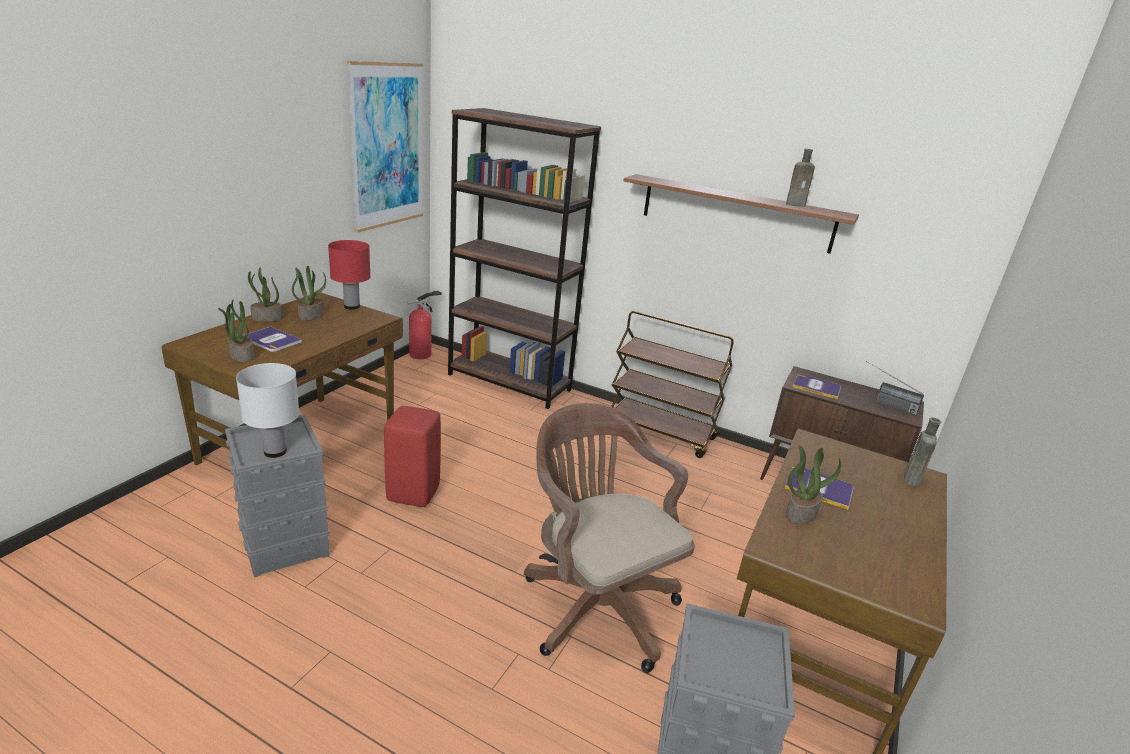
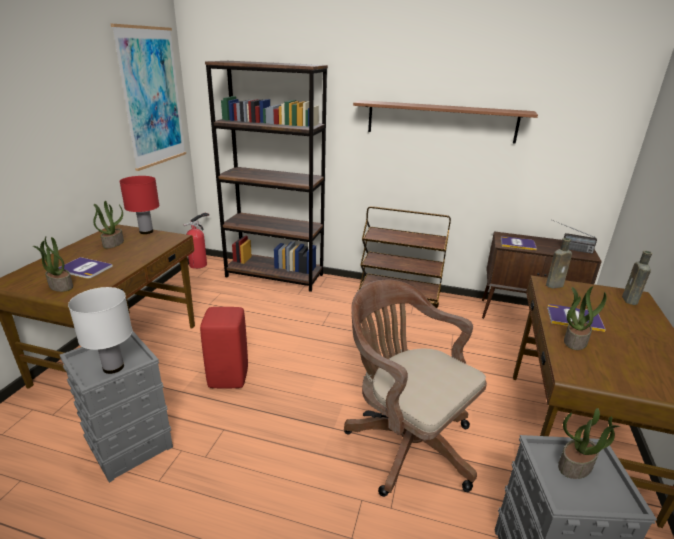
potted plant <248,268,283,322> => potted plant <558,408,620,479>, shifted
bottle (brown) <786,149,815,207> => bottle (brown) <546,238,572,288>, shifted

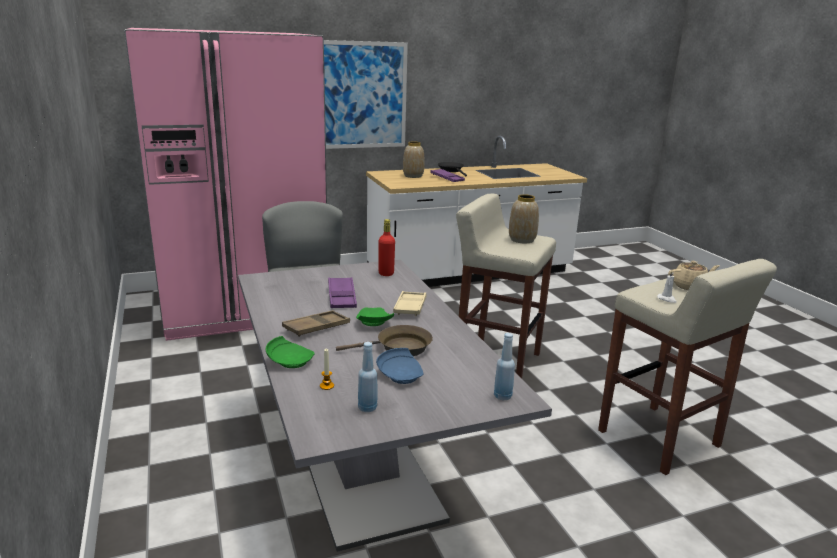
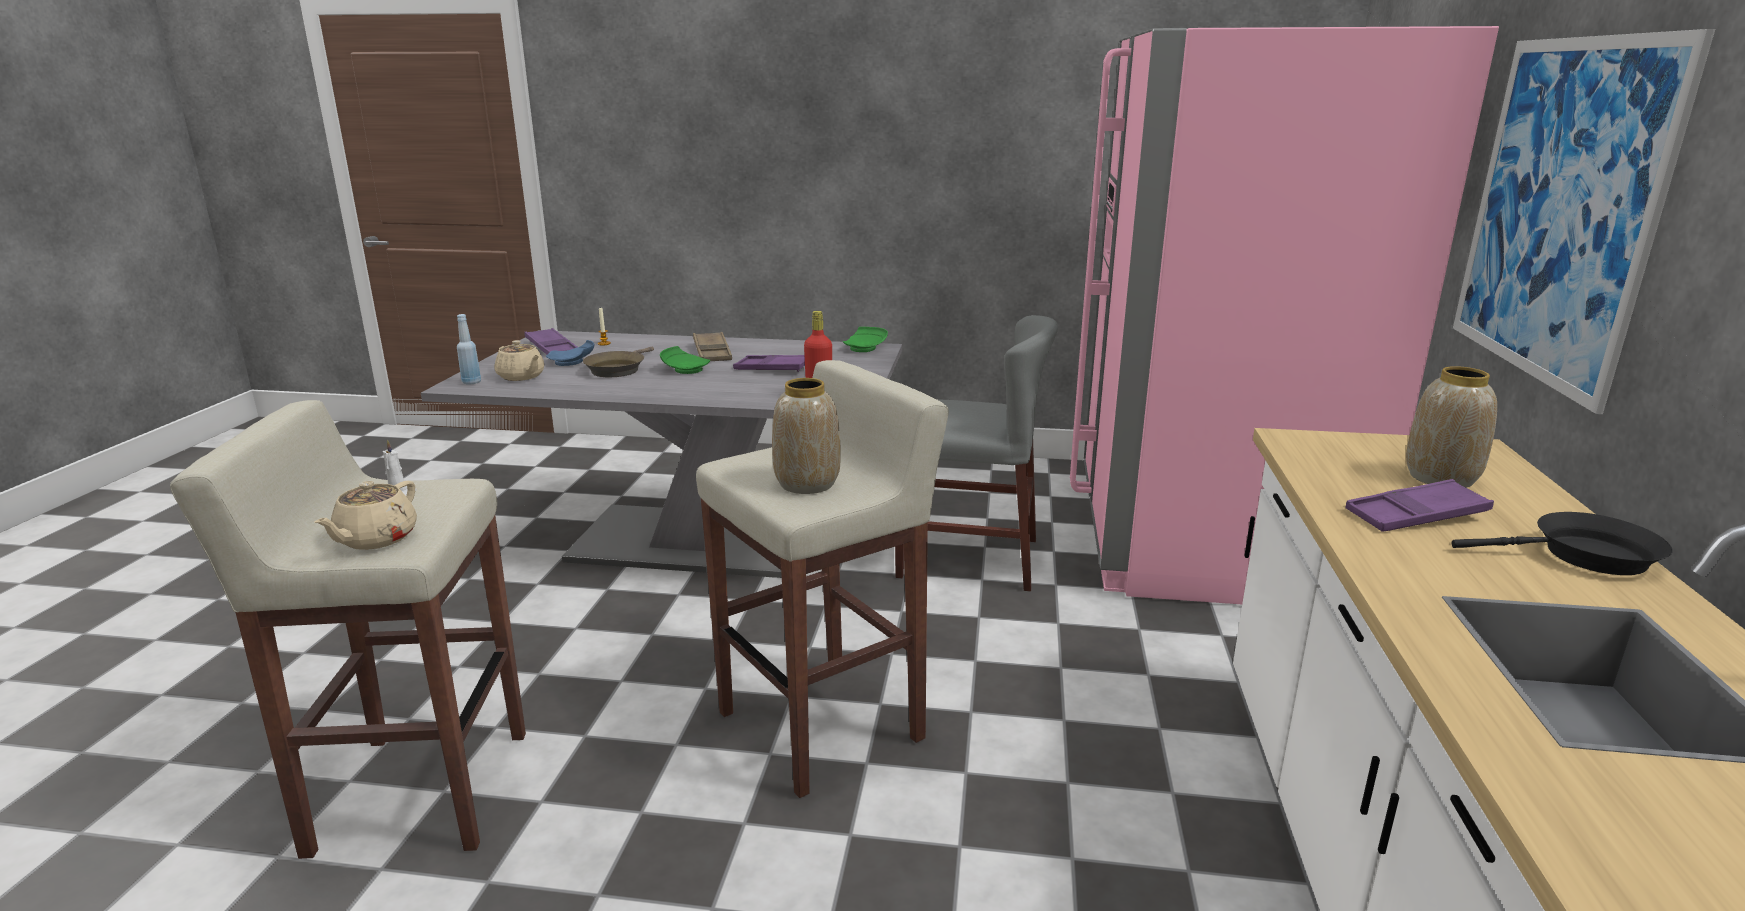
plate (green) <266,336,315,368> => plate (green) <843,327,888,352>, shifted
bottle (blue) <358,342,378,412> => tray (purple) <524,328,578,355>
tray (beige) <393,291,427,316> => nothing
nothing => teapot (beige) <495,340,544,381>

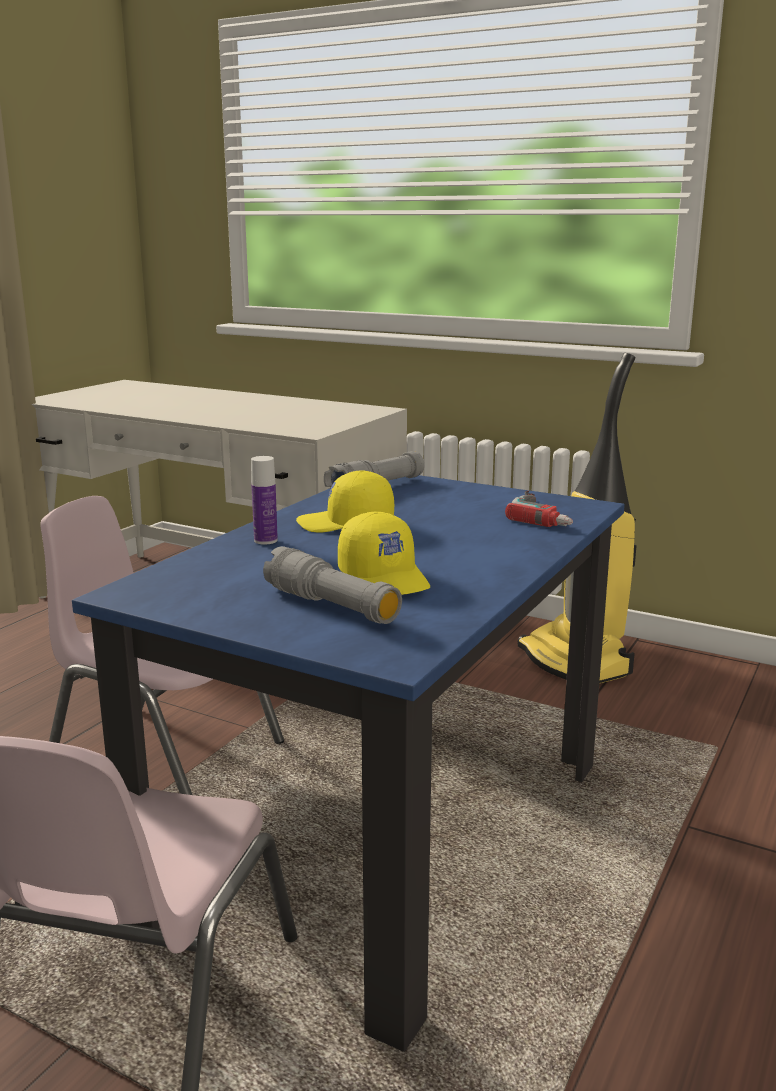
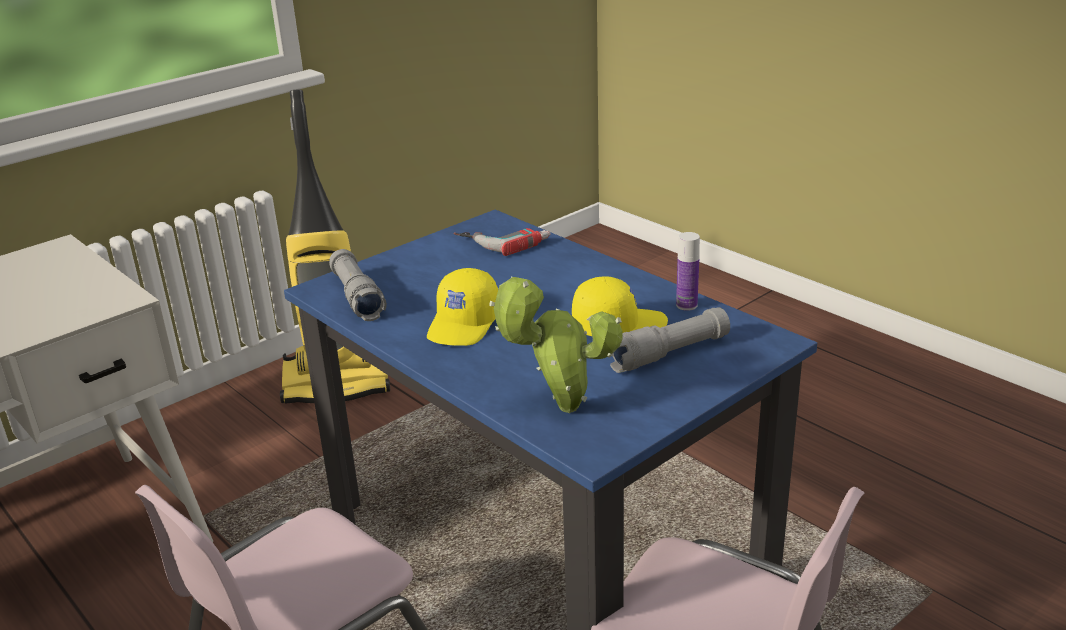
bottle <251,456,278,544> => bottle <676,232,700,311>, shifted
nothing => potted plant <489,277,622,413>

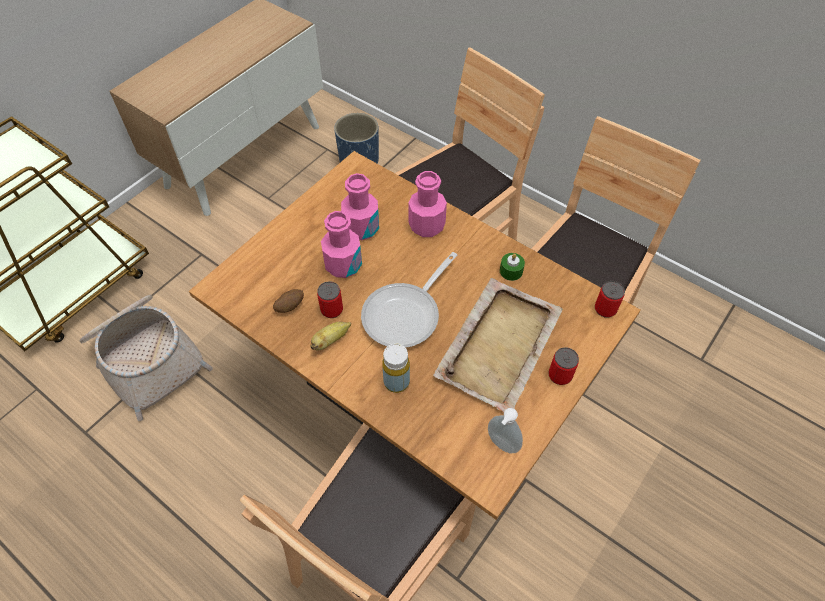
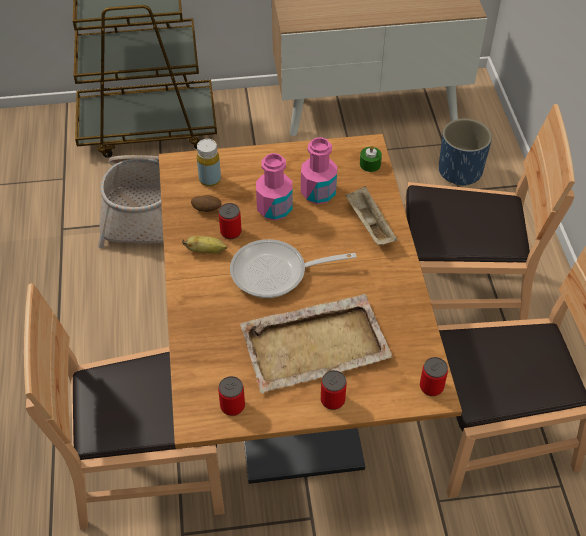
bottle (yellow) <382,343,410,393> => bottle (yellow) <197,139,221,187>, shifted
bottle (pink) <408,171,447,237> => tray (beige) <345,186,397,245>
soap dispenser <488,408,523,453> => can <218,376,245,416>
candle (green) <500,253,525,281> => candle (green) <360,145,382,172>, shifted

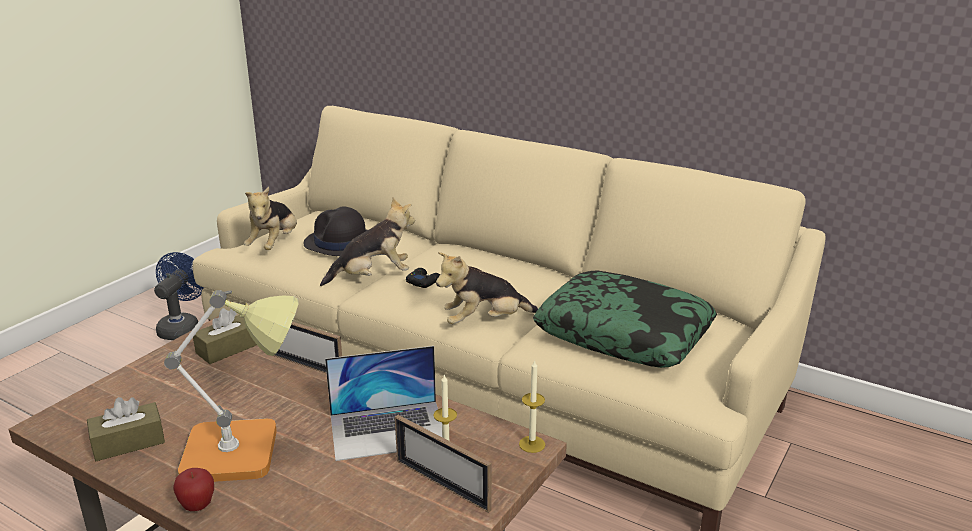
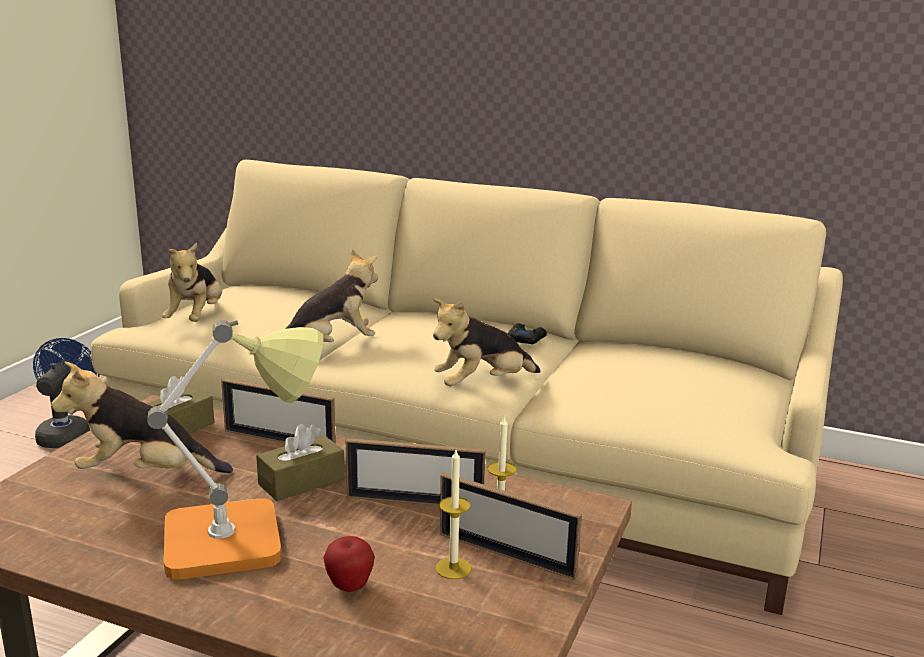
tissue box (brown) <87,397,165,461> => tissue box (brown) <256,424,345,501>, shifted
apple <173,468,214,511> => apple <323,536,375,592>, shifted
hat (black) <304,206,367,256> => nothing
laptop <325,346,442,461> => picture frame <346,438,486,506>
game controller (black) <406,268,440,288> => game controller (black) <508,324,547,344>, shifted
candle <519,360,545,453> => candle <436,450,471,579>, shifted
pillow <533,271,717,368> => nothing
nothing => plush toy <51,361,233,473>

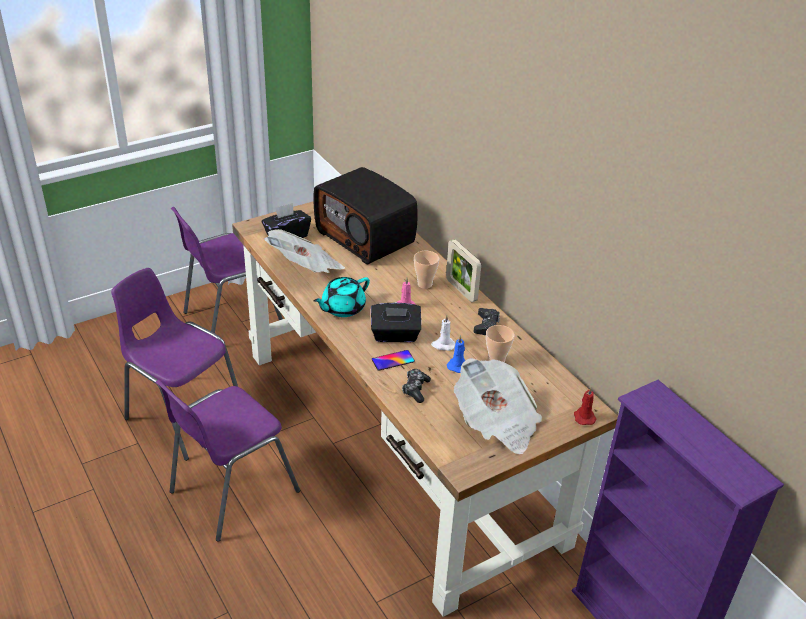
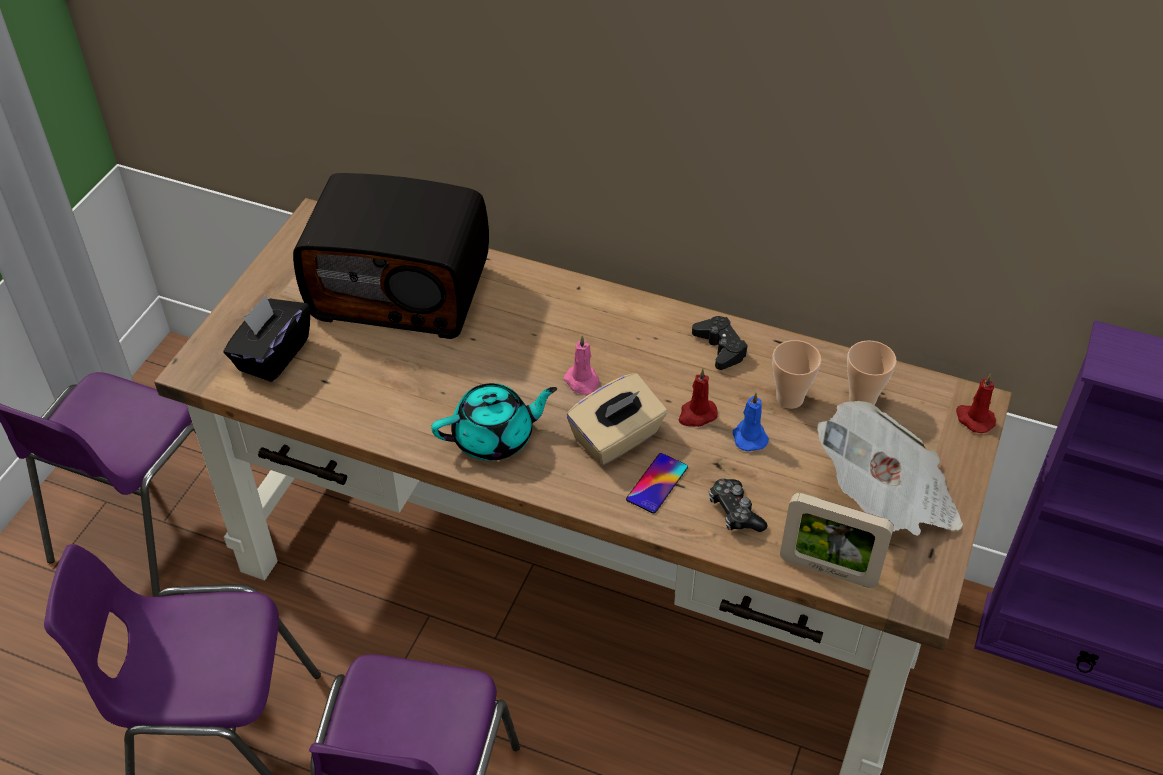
newspaper <264,229,345,273> => nothing
teapot (turquoise) <314,277,370,317> => teapot (turquoise) <431,383,557,461>, 120 degrees counterclockwise
tissue box (black) <371,303,421,342> => tissue box (beige) <566,373,667,465>
cup <414,251,439,289> => cup <847,340,896,405>, shifted
candle (white) <431,315,455,351> => candle (red) <678,368,718,427>
picture frame <446,239,481,302> => picture frame <780,493,894,588>, shifted

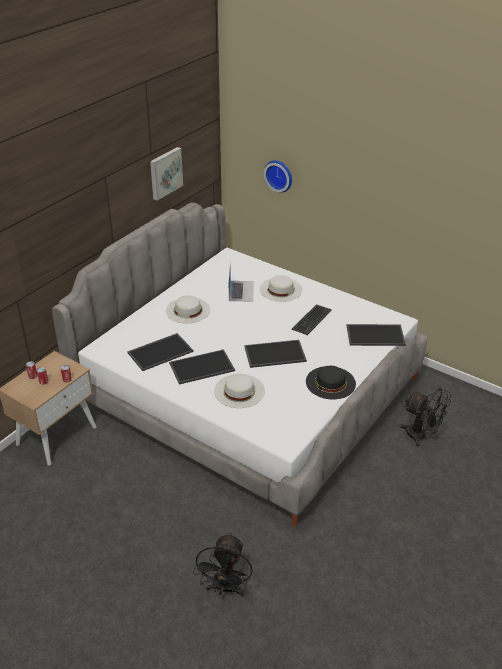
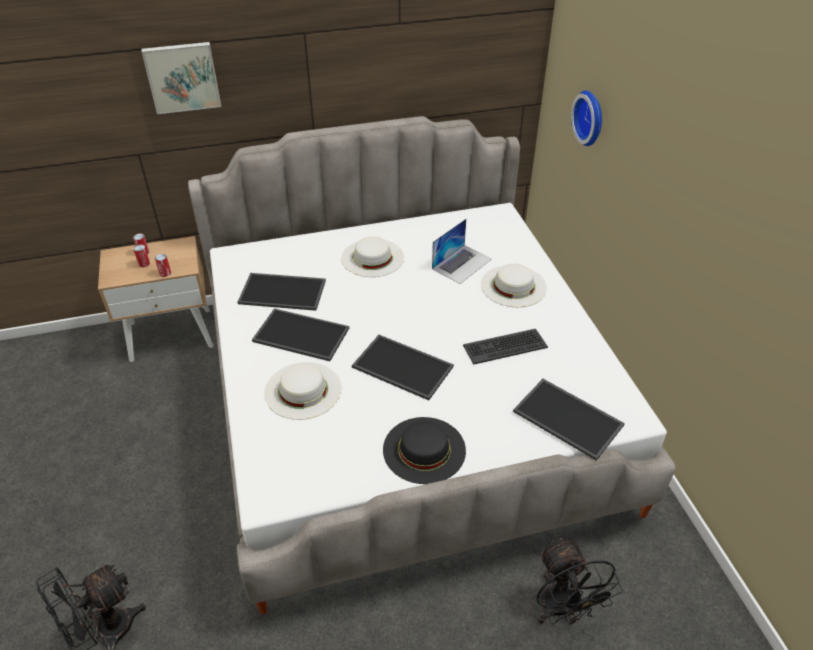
picture <150,147,183,201> => picture <142,42,221,114>, shifted

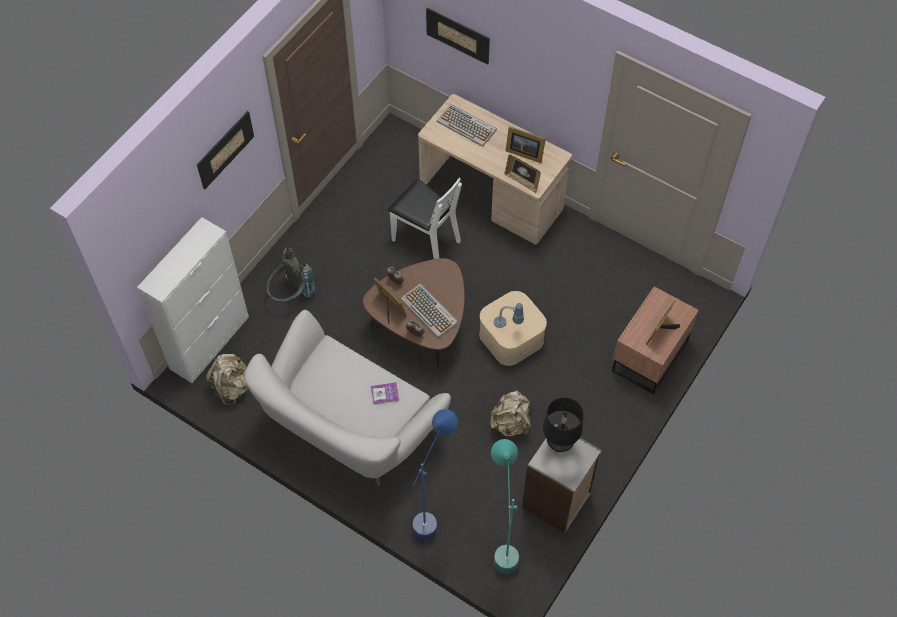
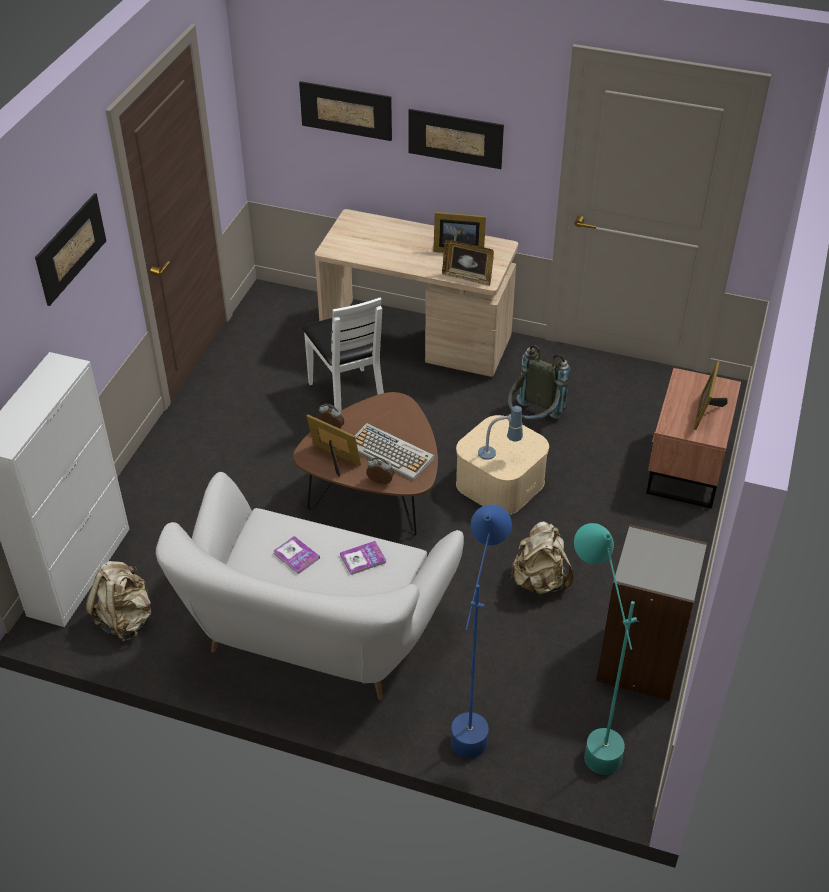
backpack (grey) <267,247,315,302> => backpack (grey) <508,345,570,420>, shifted
chair (white) <388,177,462,259> => chair (white) <302,297,384,411>, 45 degrees clockwise
keyboard <437,104,497,147> => nothing
table lamp (black) <543,397,583,452> => nothing
nothing => book <273,536,320,574>
nothing => picture <408,109,504,169>

